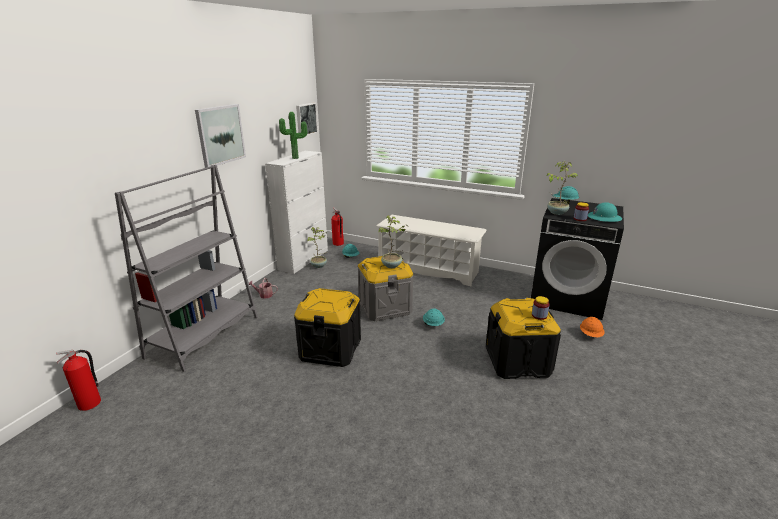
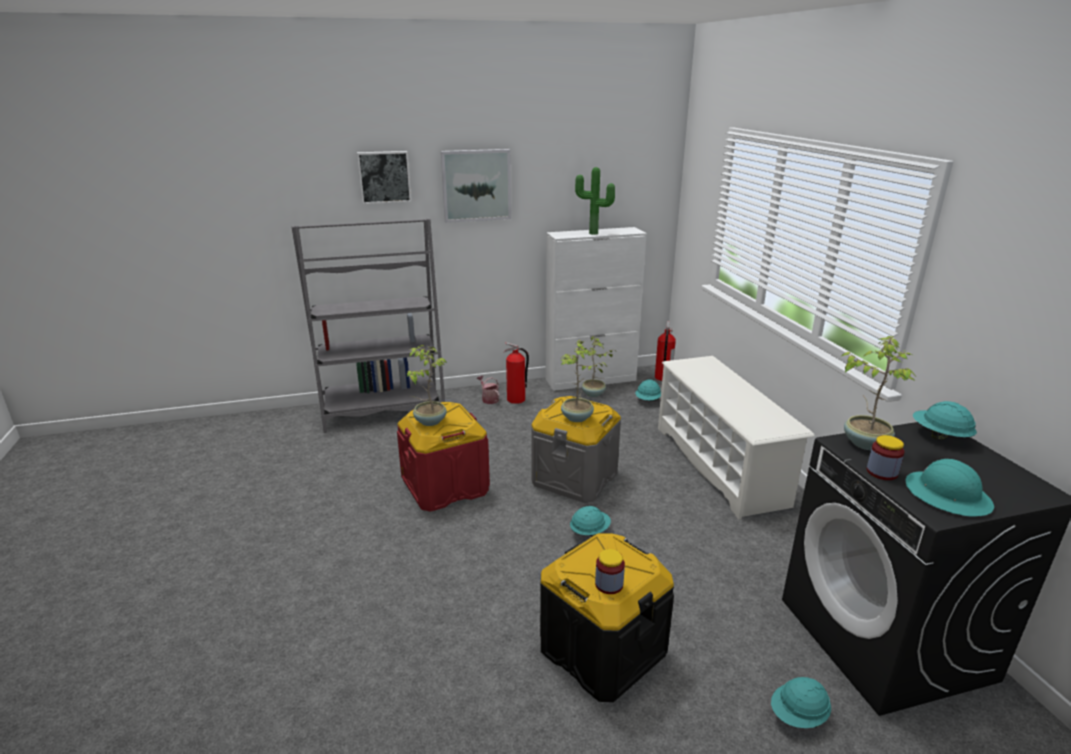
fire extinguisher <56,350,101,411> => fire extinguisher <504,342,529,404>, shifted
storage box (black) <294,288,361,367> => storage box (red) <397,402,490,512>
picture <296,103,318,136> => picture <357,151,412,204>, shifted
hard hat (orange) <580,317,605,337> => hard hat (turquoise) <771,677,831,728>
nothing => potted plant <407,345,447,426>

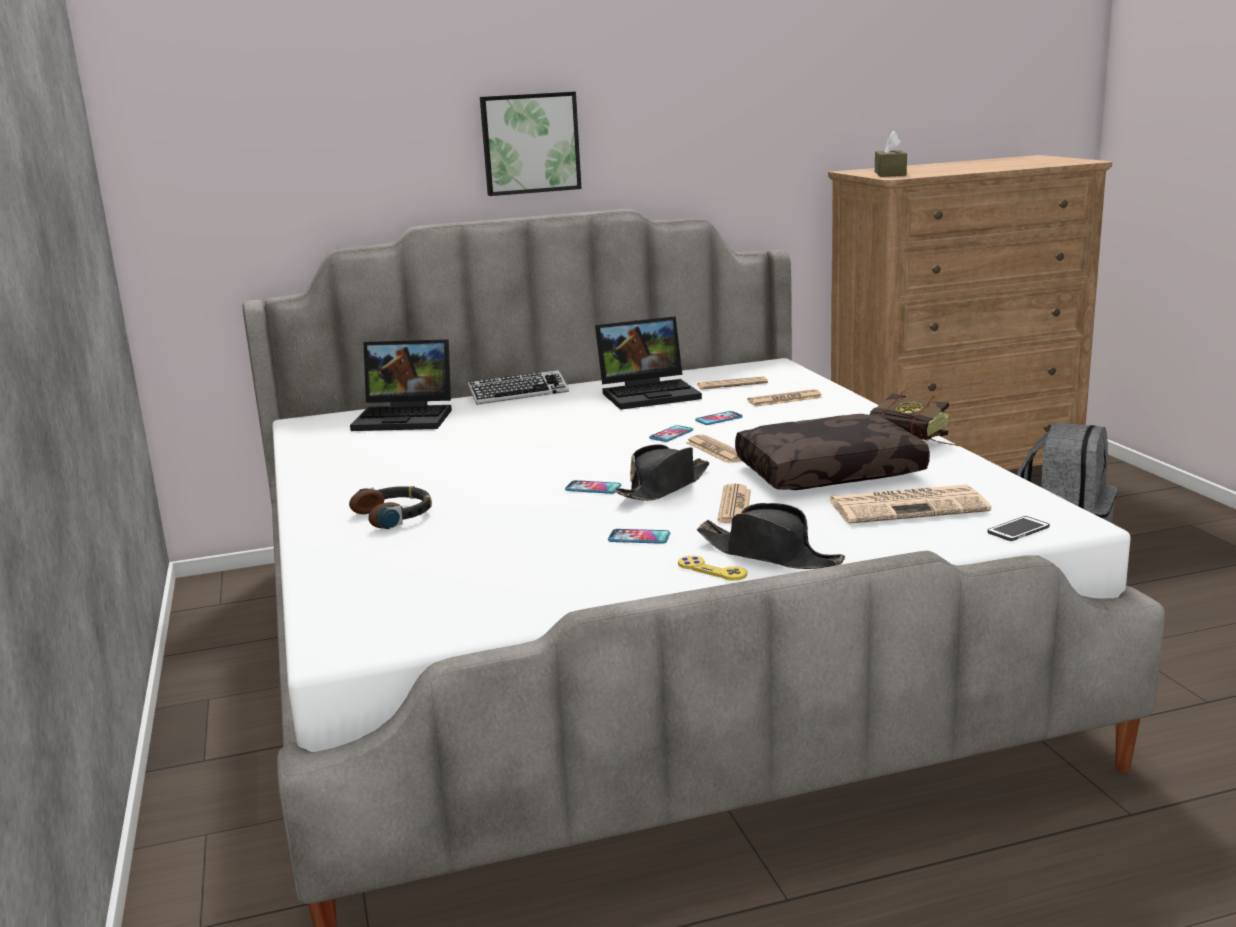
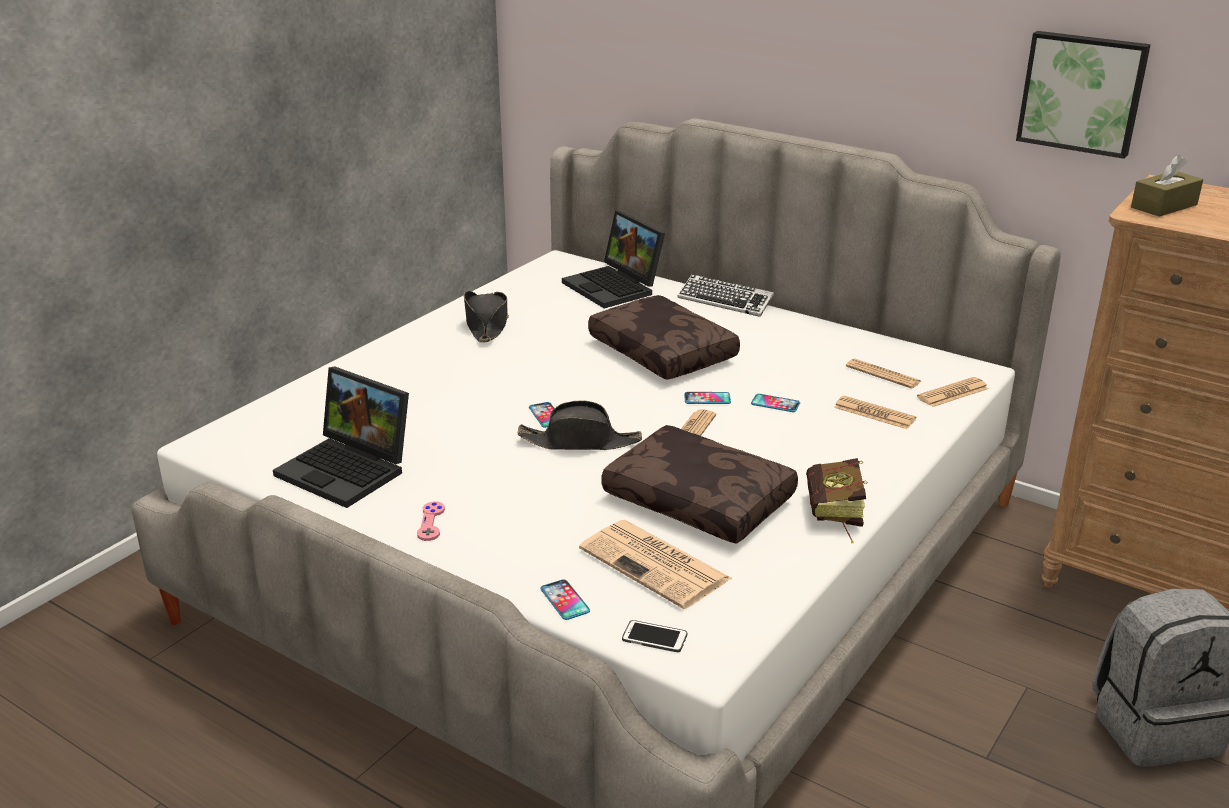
headphones <349,486,432,529> => nothing
picture <480,92,581,196> => picture <1016,31,1151,159>, shifted
laptop <595,316,702,410> => laptop <273,367,409,508>, shifted
phone <608,529,670,544> => phone <540,579,590,620>, shifted
game controller (yellow) <678,556,747,581> => game controller (pink) <417,502,445,541>
hat (black) <696,503,845,569> => hat (black) <464,291,509,343>, shifted
newspaper <717,484,751,523> => newspaper <917,377,989,407>, shifted
nothing => pillow (brown) <588,295,740,380>

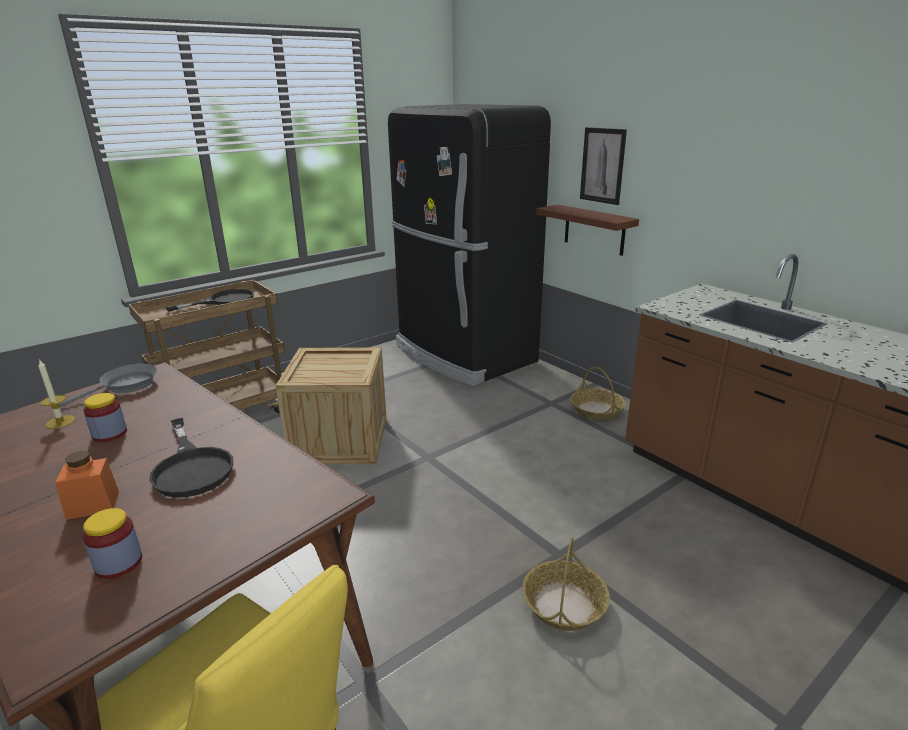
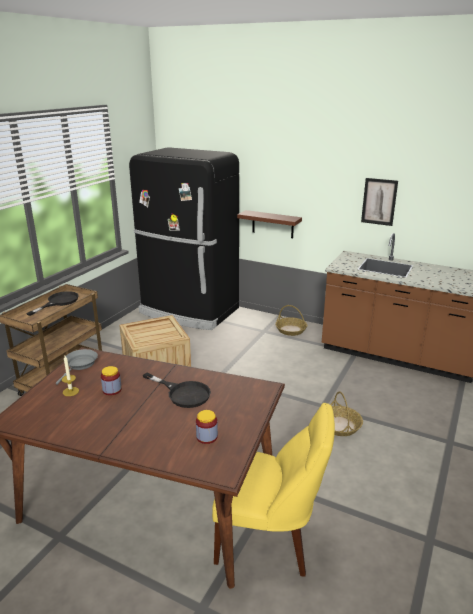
jar (orange) <55,451,119,520> => nothing
picture <580,127,627,205> => picture <361,178,398,226>, shifted

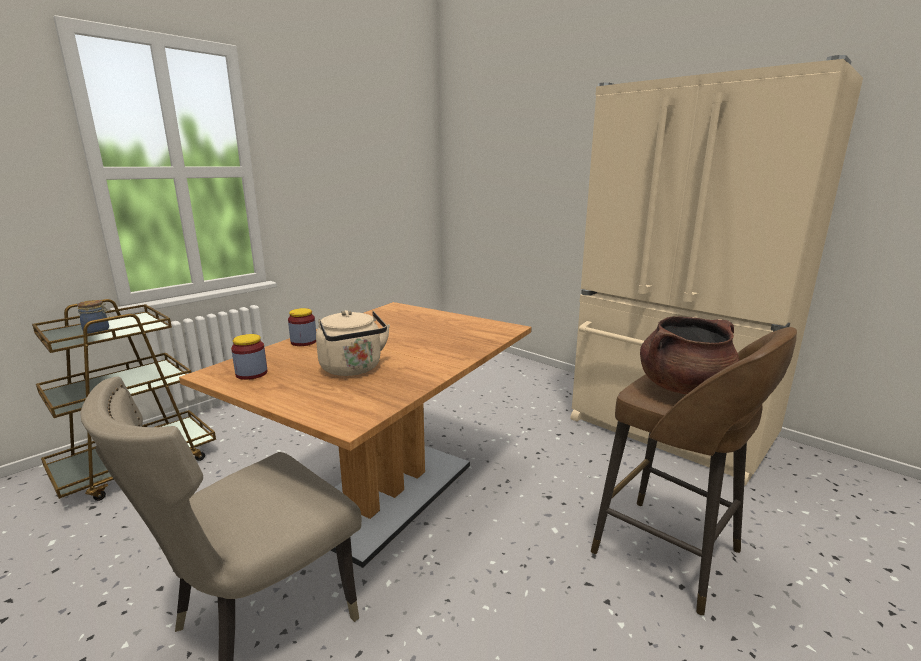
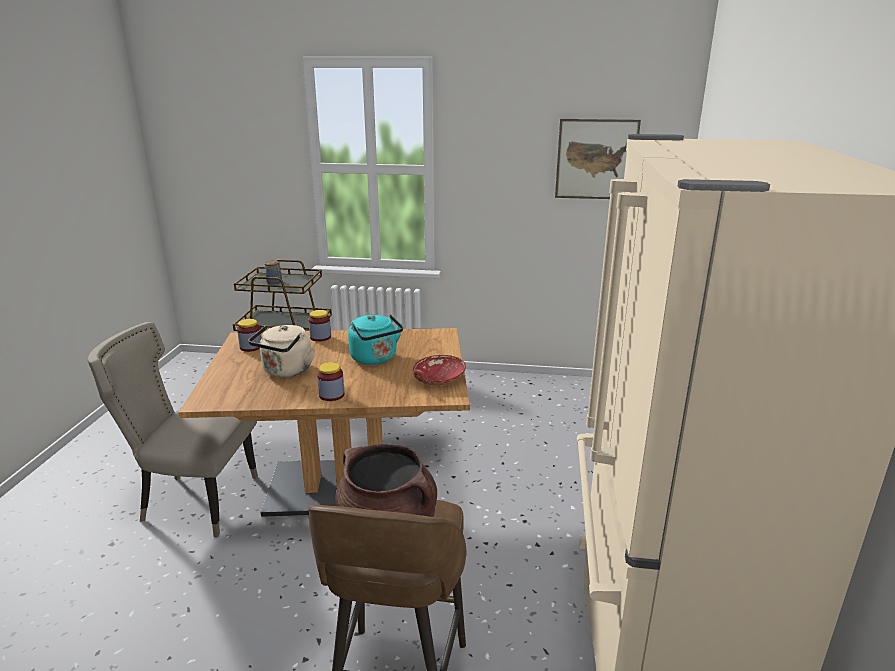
nothing => jar <317,362,344,401>
nothing => kettle (turquoise) <348,314,403,365>
nothing => bowl (red) <413,355,466,385>
nothing => picture <555,119,641,199>

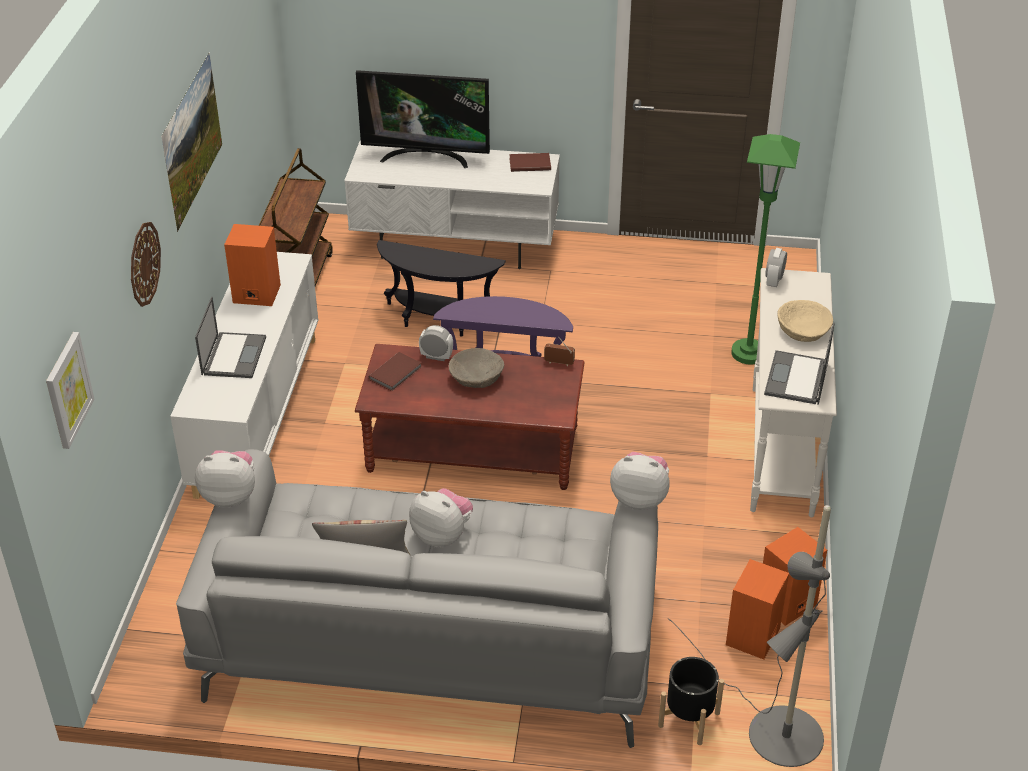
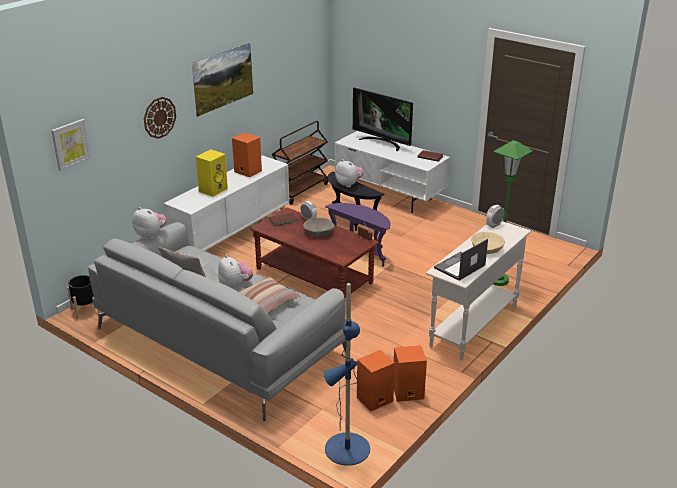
laptop <195,297,266,378> => speaker (yellow) <196,149,228,197>
plush toy <610,452,670,510> => plush toy <335,159,364,188>, shifted
planter (black) <658,657,724,745> => planter (black) <67,275,101,319>, shifted
floor lamp (grey) <667,505,831,767> => floor lamp (blue) <323,283,370,466>
nothing => pillow <238,276,301,313>

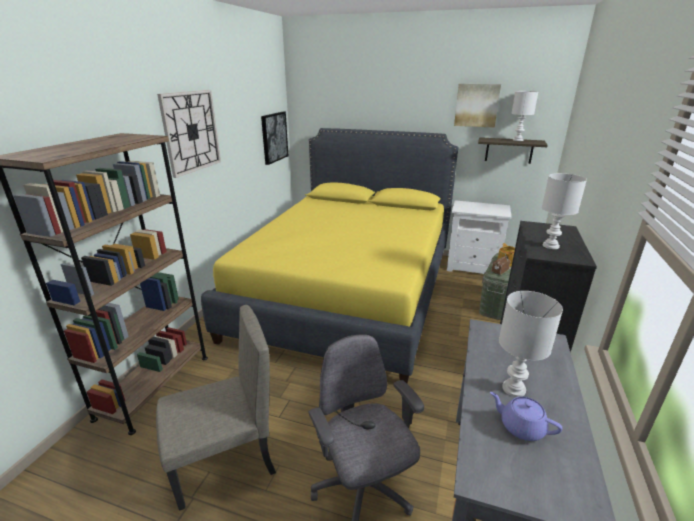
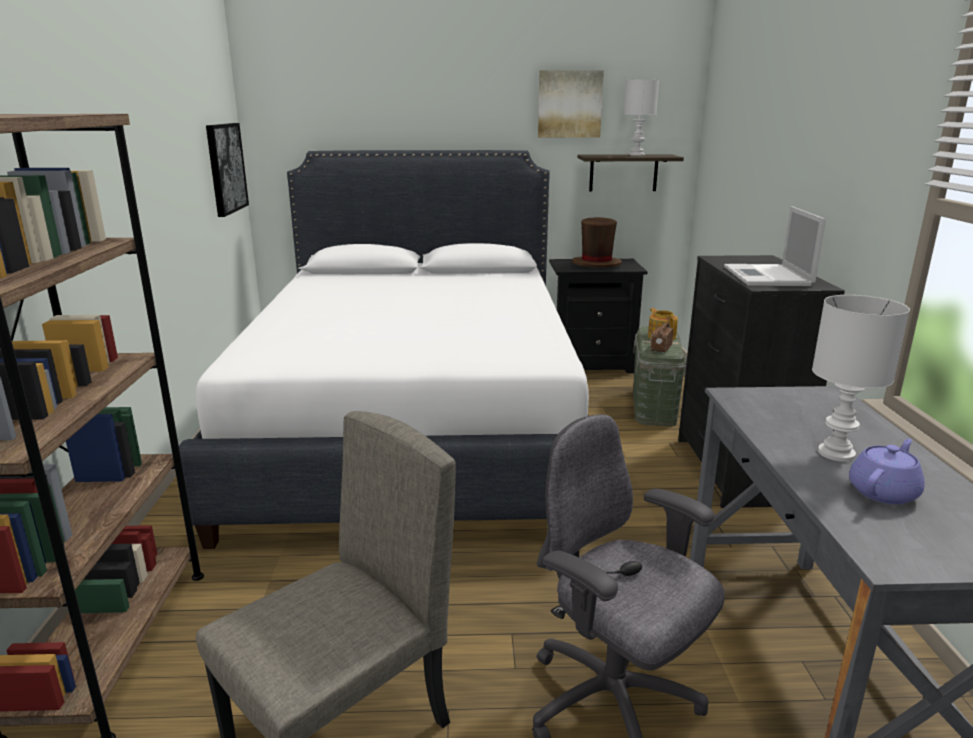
wall clock <157,90,221,178> => nothing
bed (yellow) <201,128,458,384> => bed (white) <179,150,589,549>
nightstand (white) <447,200,511,274> => nightstand (black) <549,259,647,373>
teapot (purple) <490,392,562,441> => teapot (purple) <849,439,925,504>, 120 degrees clockwise
table lamp (white) <542,173,587,249> => laptop <724,206,826,286>
nothing => hat (brown) <572,217,622,268>

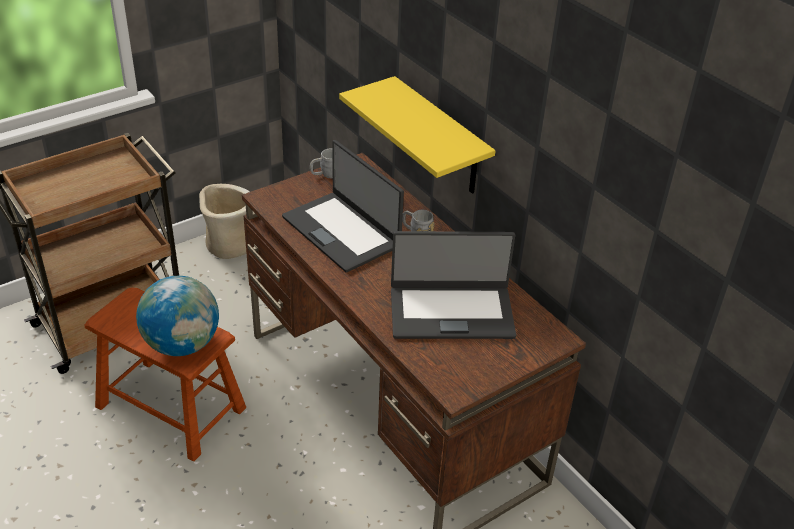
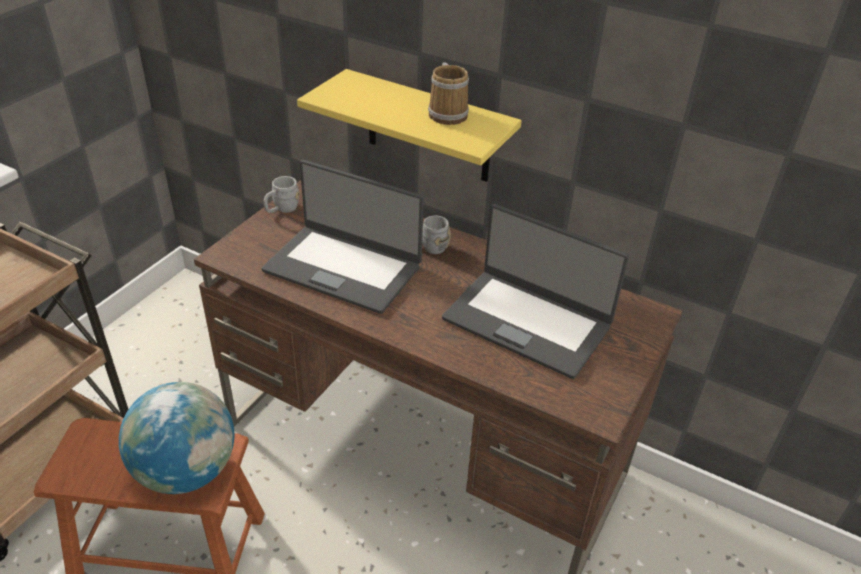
planter (beige) <199,184,253,259> => nothing
laptop <391,231,516,339> => laptop <442,204,629,379>, 60 degrees clockwise
nothing => mug <428,62,469,125>

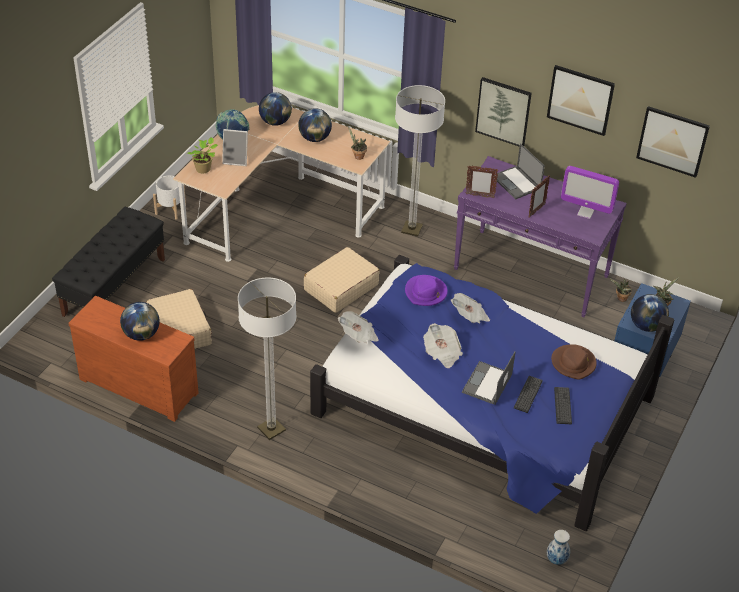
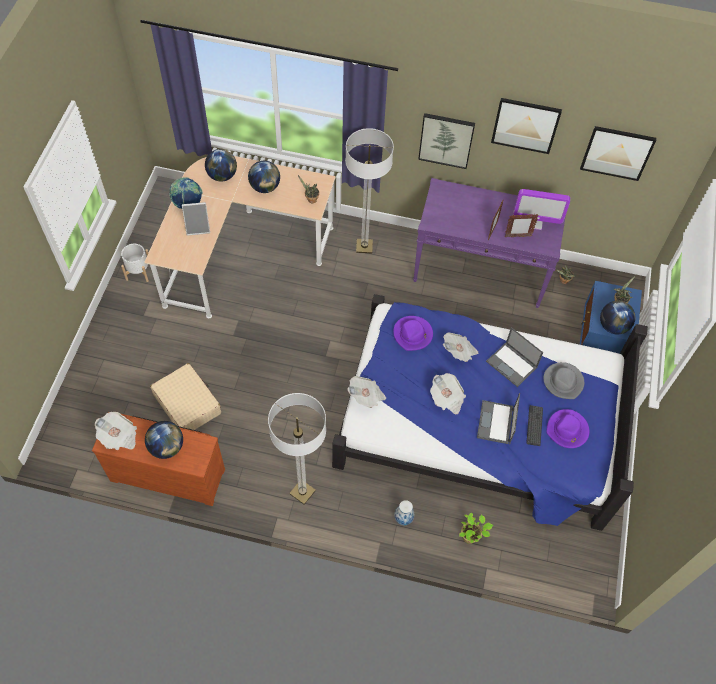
bench (black) <52,207,165,317> => nothing
potted plant <187,137,218,173> => potted plant <459,513,493,544>, shifted
suitcase (beige) <304,247,379,313> => nothing
picture frame <466,165,498,198> => picture frame <505,214,539,237>, shifted
laptop <495,143,545,200> => laptop <486,327,543,387>, shifted
vase <547,530,570,565> => vase <394,500,414,525>, shifted
hat (brown) <551,344,597,380> => hat (grey) <543,362,584,399>
keyboard <554,387,572,424> => hat (purple) <546,409,589,448>
nothing => newspaper <95,412,137,450>

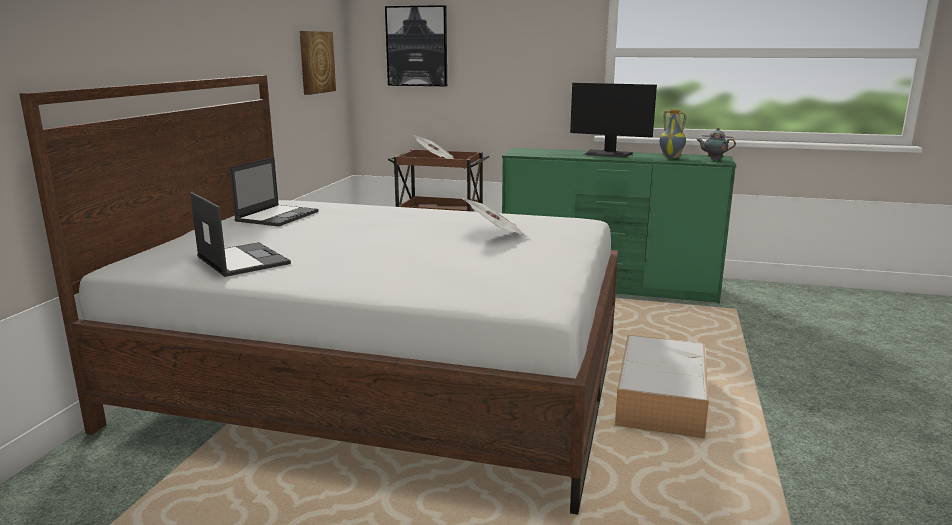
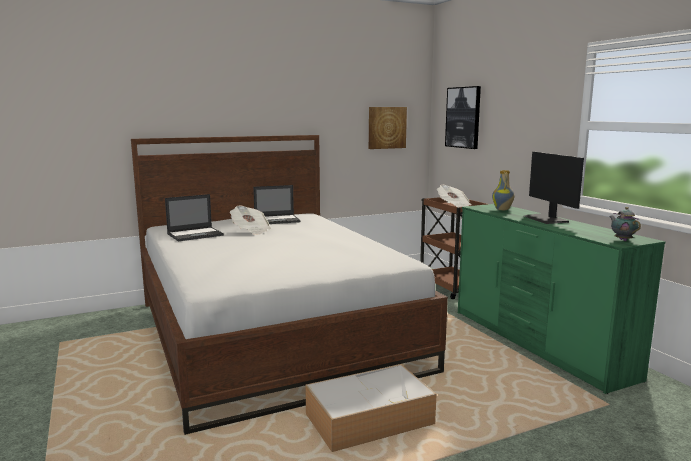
laptop <190,192,291,277> => laptop <165,194,224,241>, 45 degrees clockwise
newspaper <462,198,528,237> => newspaper <230,206,271,235>, shifted
vase <659,110,687,158> => vase <492,170,515,210>, shifted

